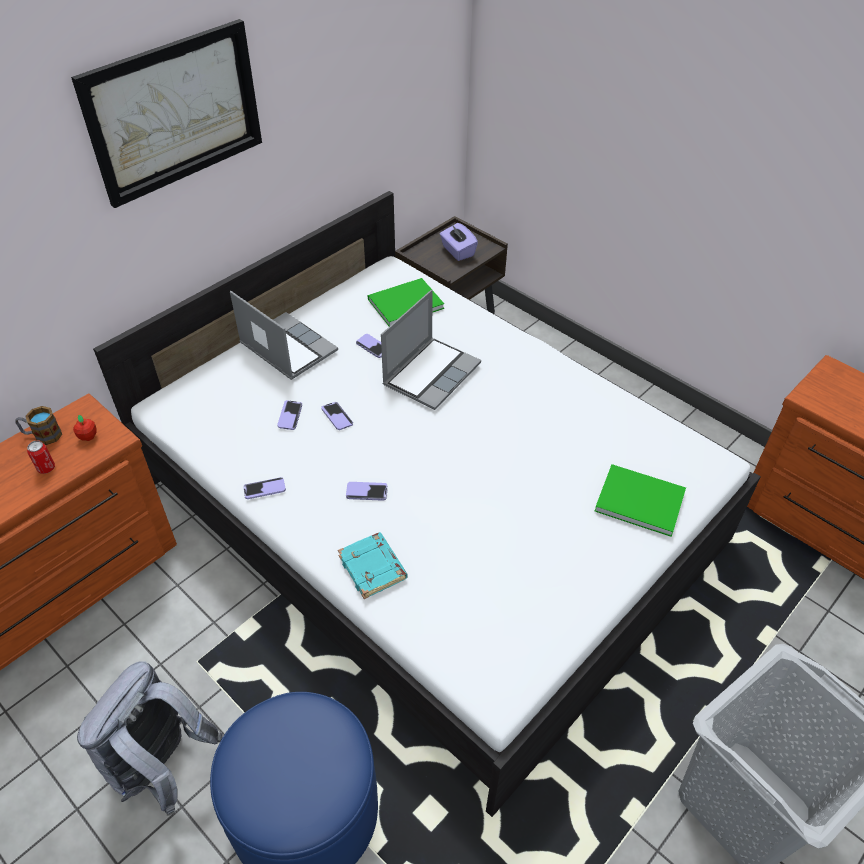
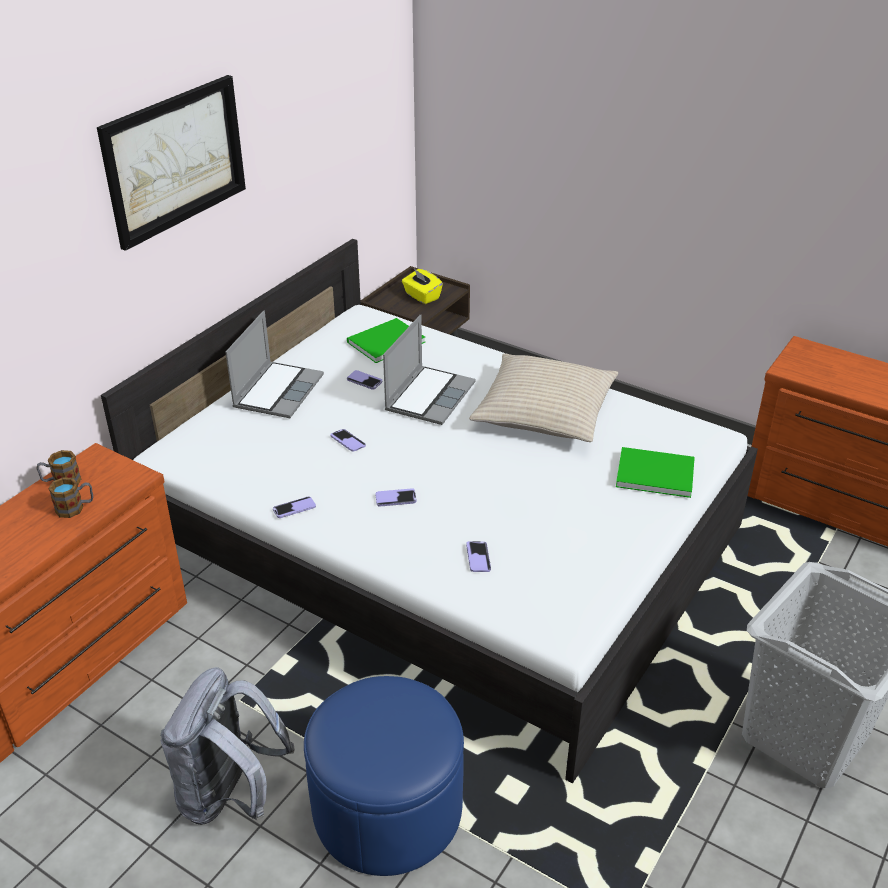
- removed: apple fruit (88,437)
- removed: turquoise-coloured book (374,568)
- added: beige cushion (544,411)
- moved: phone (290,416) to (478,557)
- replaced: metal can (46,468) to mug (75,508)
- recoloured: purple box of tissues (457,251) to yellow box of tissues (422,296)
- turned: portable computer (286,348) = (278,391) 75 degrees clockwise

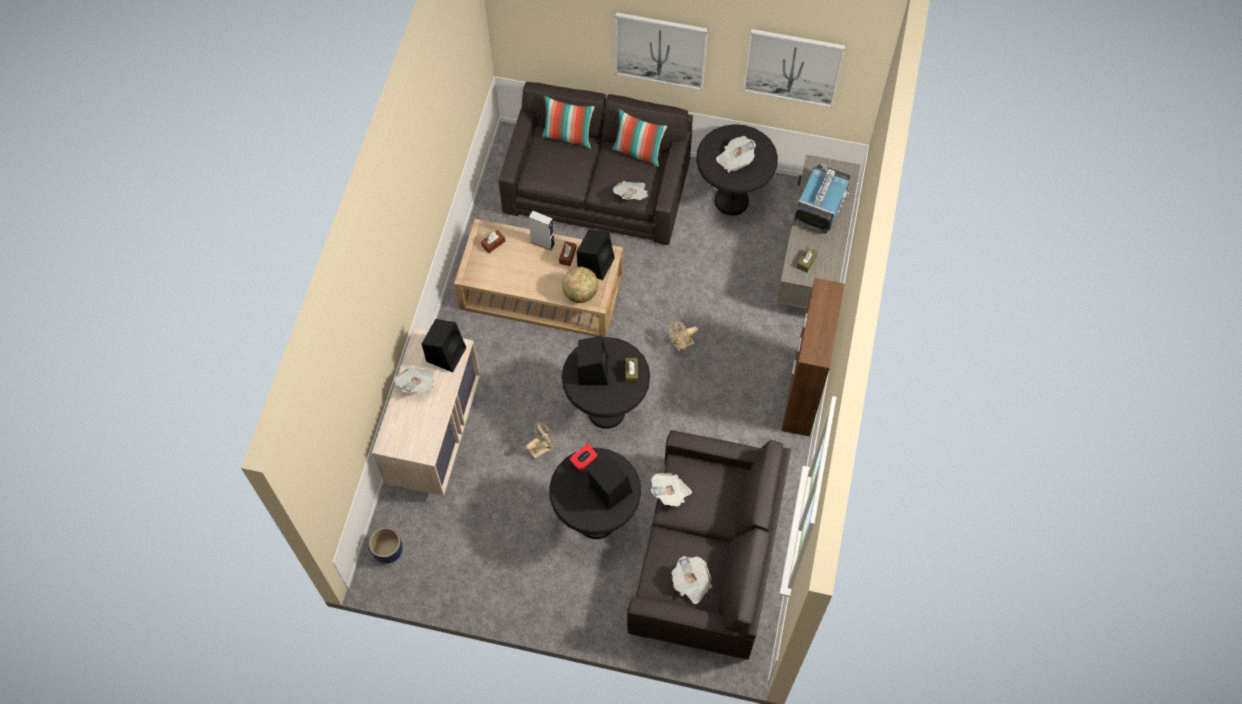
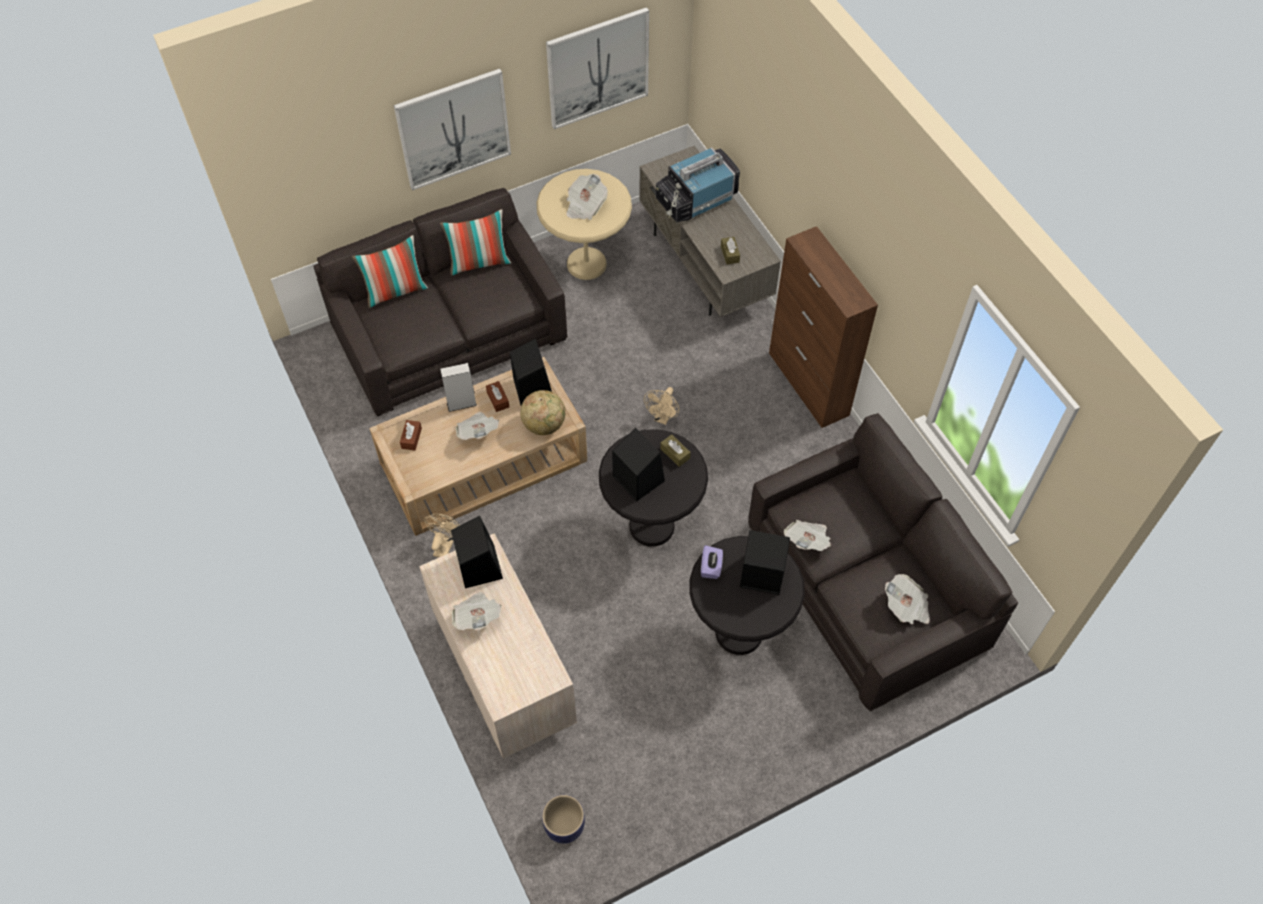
- moved: beige electric fan (542,448) to (444,544)
- moved: printed paper (631,195) to (478,432)
- recoloured: reddish box of tissues (584,461) to purple box of tissues (711,567)
- recoloured: blackish accent table (731,201) to beige accent table (586,264)
- turned: TV set (821,206) = (695,200) 105 degrees counterclockwise

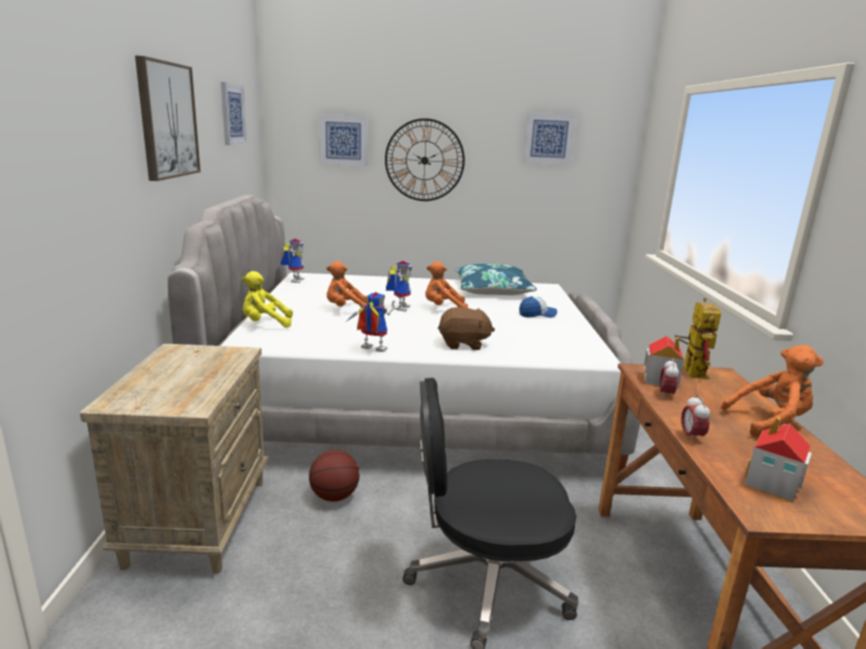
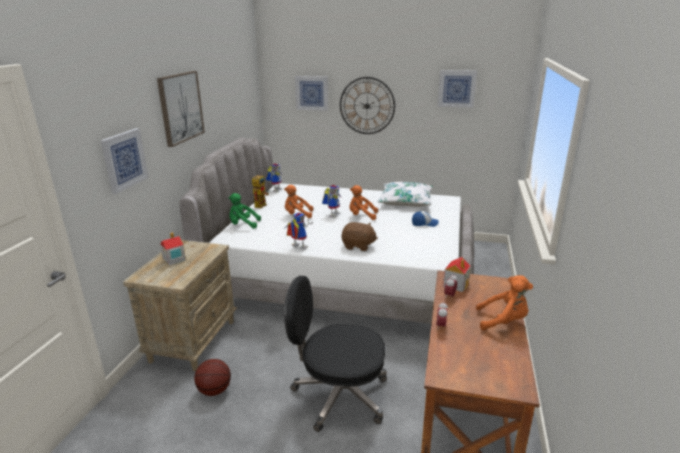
- moved: wall art (232,114) to (124,160)
- moved: ball for basketball (334,496) to (214,390)
- moved: toy robot (690,370) to (261,204)
- moved: toy house (772,483) to (174,259)
- recoloured: yellow soft toy (265,324) to green soft toy (243,225)
- recoloured: blue cushion (492,290) to whitish cushion (405,201)

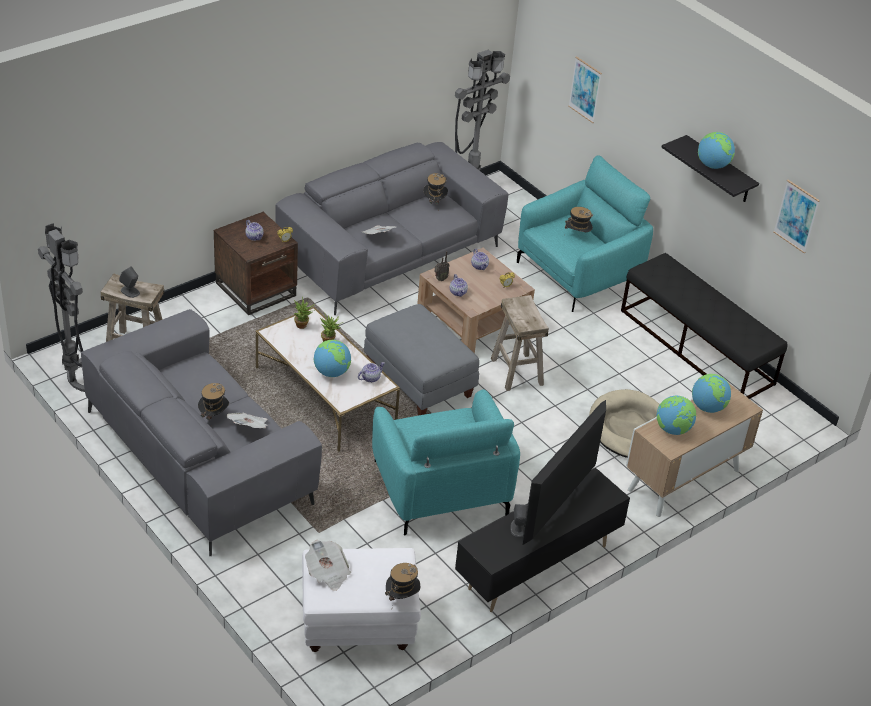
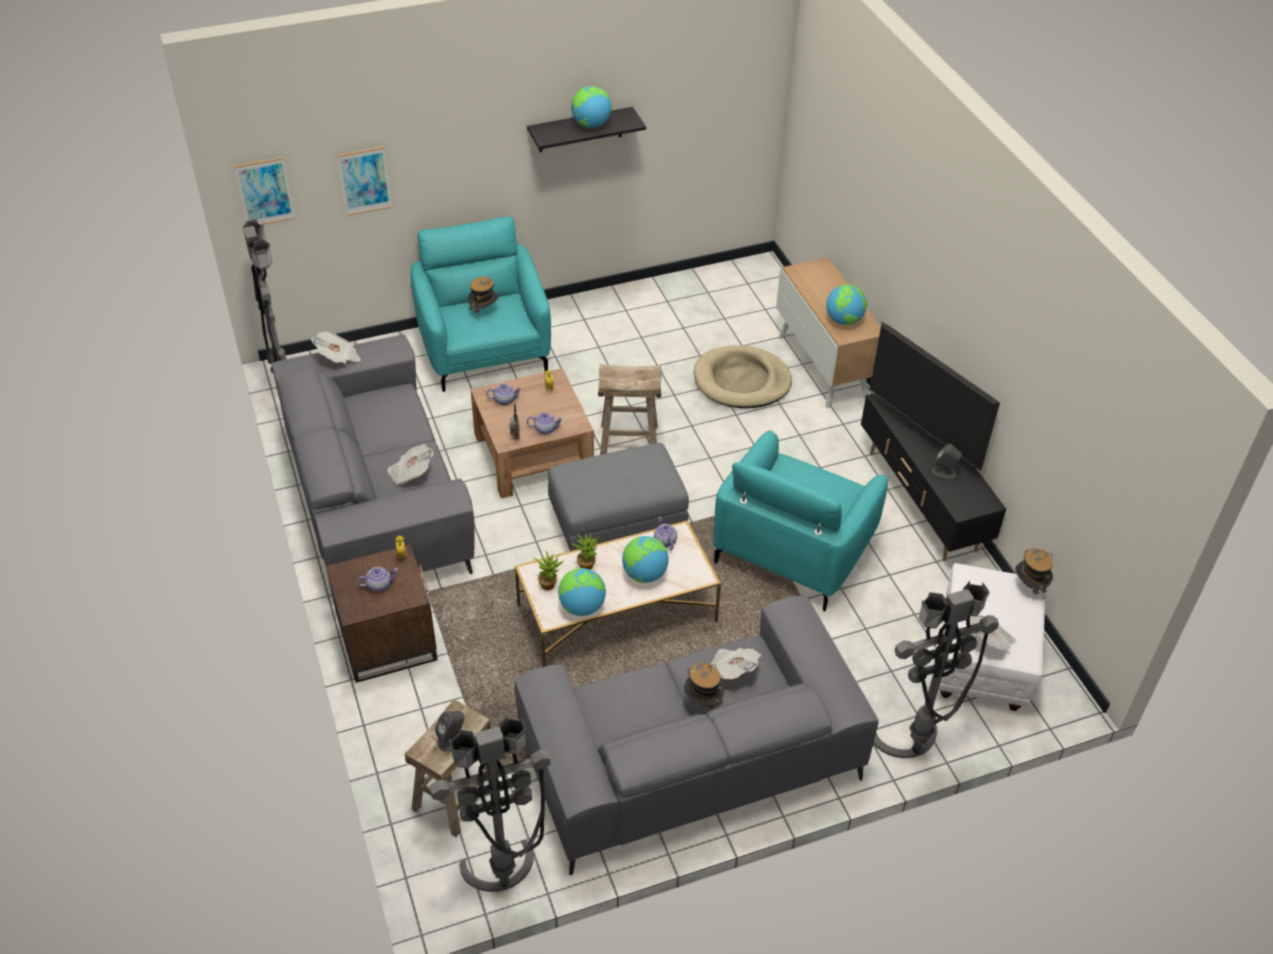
- removed: clothing hat (434,203)
- removed: blackish bench (697,347)
- added: printed paper (338,357)
- added: grey standard lamp (913,748)
- moved: desk globe (708,407) to (581,607)
- moved: wall art (796,216) to (265,192)
- turned: turquoise-coloured lounge chair (440,487) = (794,547) 120 degrees clockwise

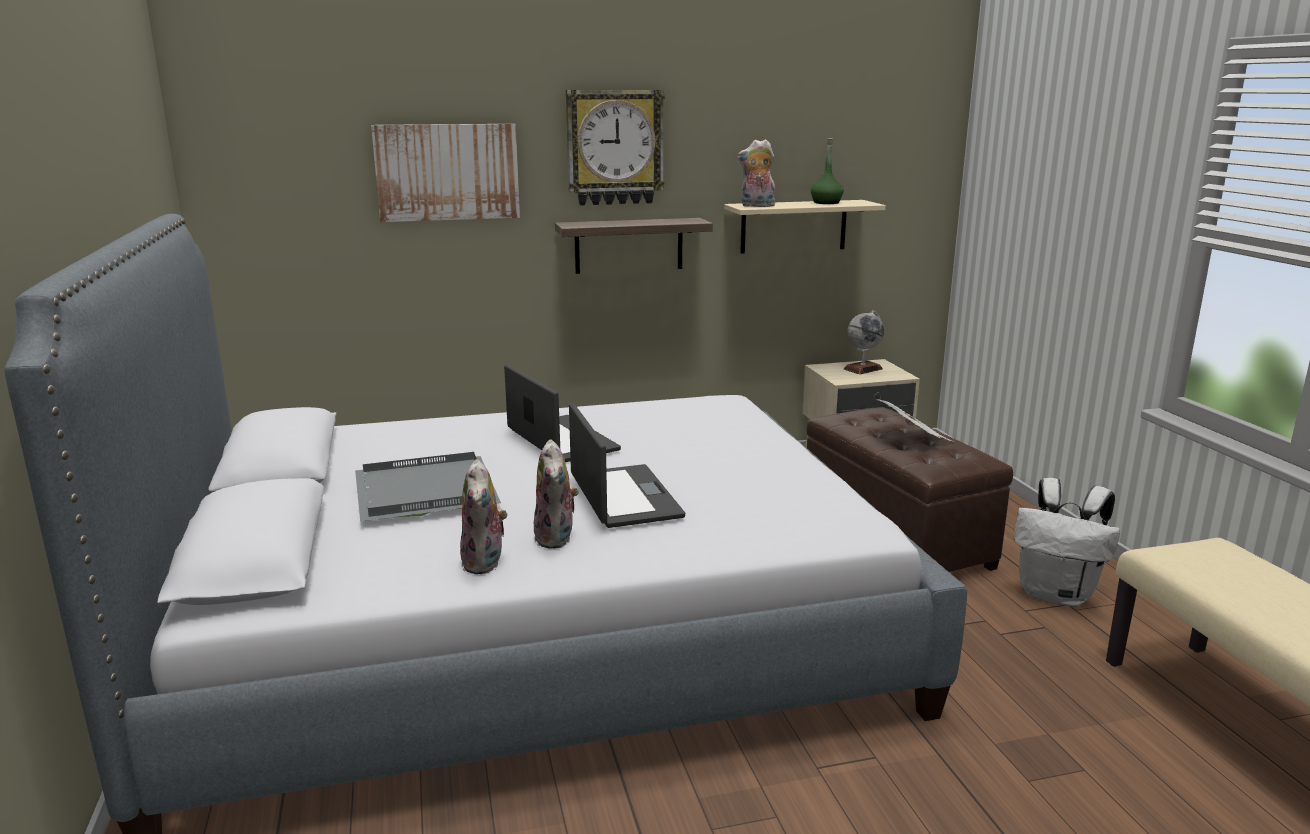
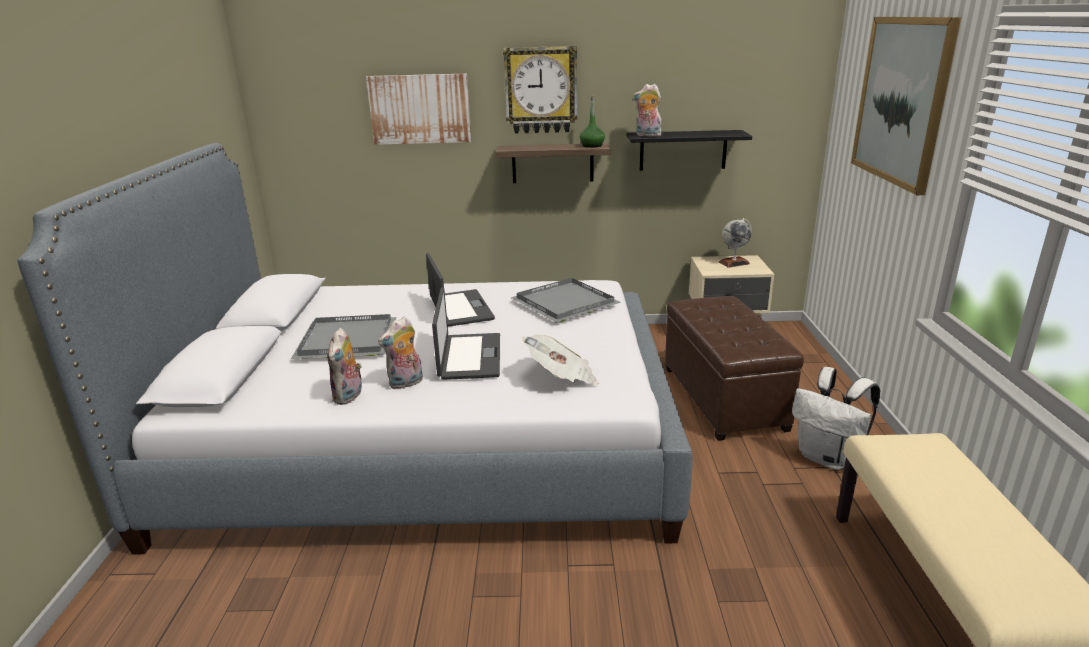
- added: grey tray (565,302)
- added: wall art (901,100)
- moved: green drink bottle (826,203) to (592,146)
- moved: printed paper (913,439) to (562,378)
- recoloured: beige bracket shelf (793,226) to blackish bracket shelf (683,150)
- turned: soft toy (557,538) = (406,383) 45 degrees clockwise

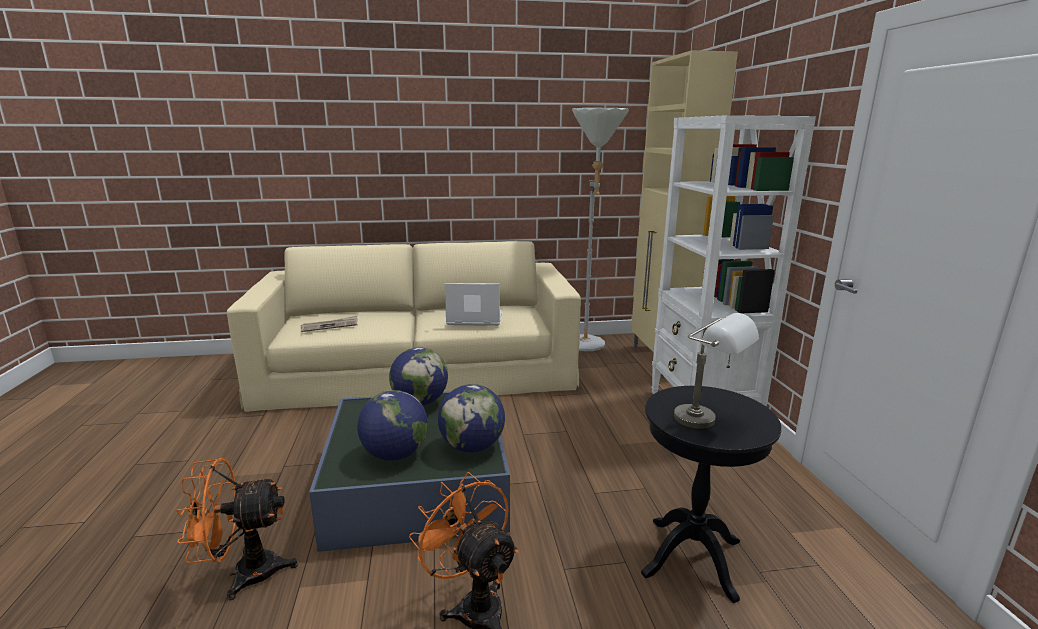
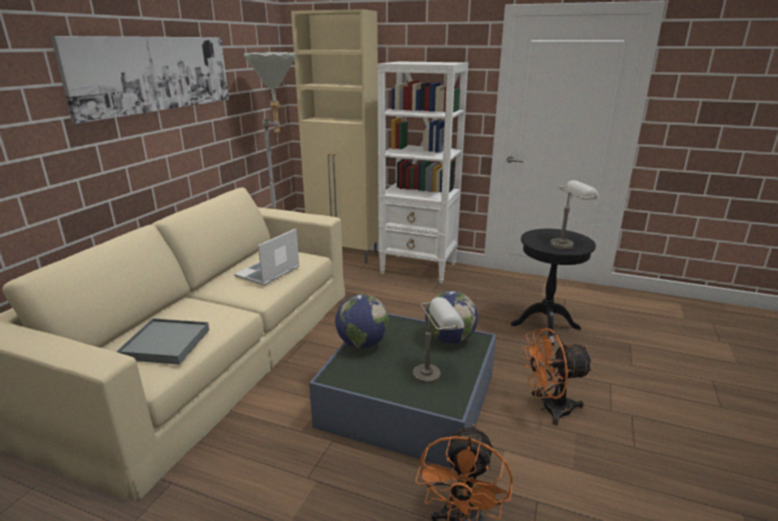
- added: wall art (155,74)
- replaced: printed paper (330,326) to grey tray (166,344)
- replaced: desk globe (395,454) to grey lamp for a table (435,373)

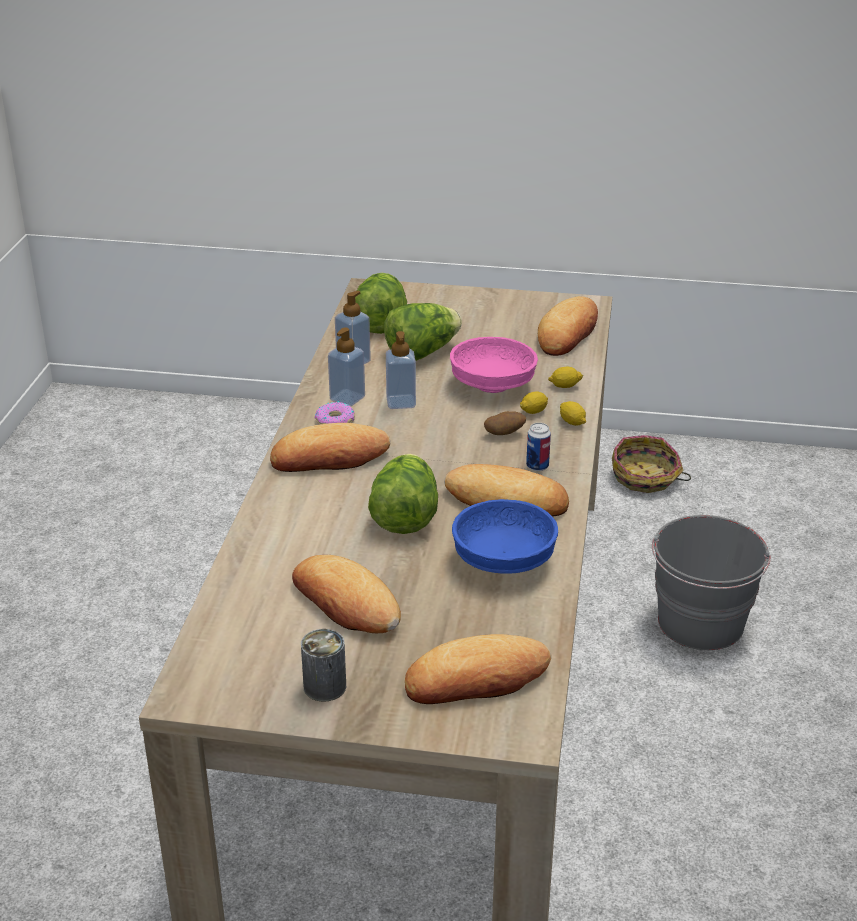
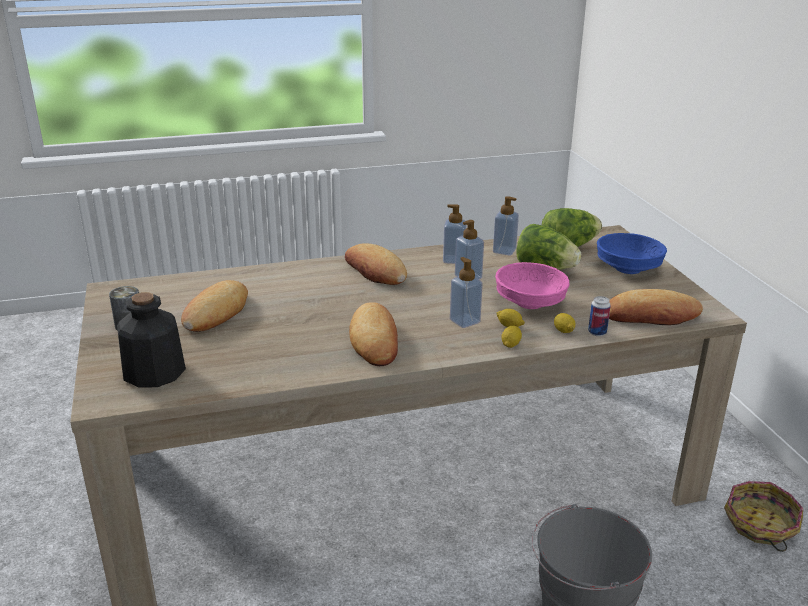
- removed: donut (335,421)
- removed: head of lettuce (404,516)
- moved: blue deep dish (505,560) to (628,269)
- moved: metal can (537,466) to (597,332)
- replaced: baked bread (476,679) to drink bottle (154,372)
- replaced: potato (504,434) to soap dispenser (464,321)

